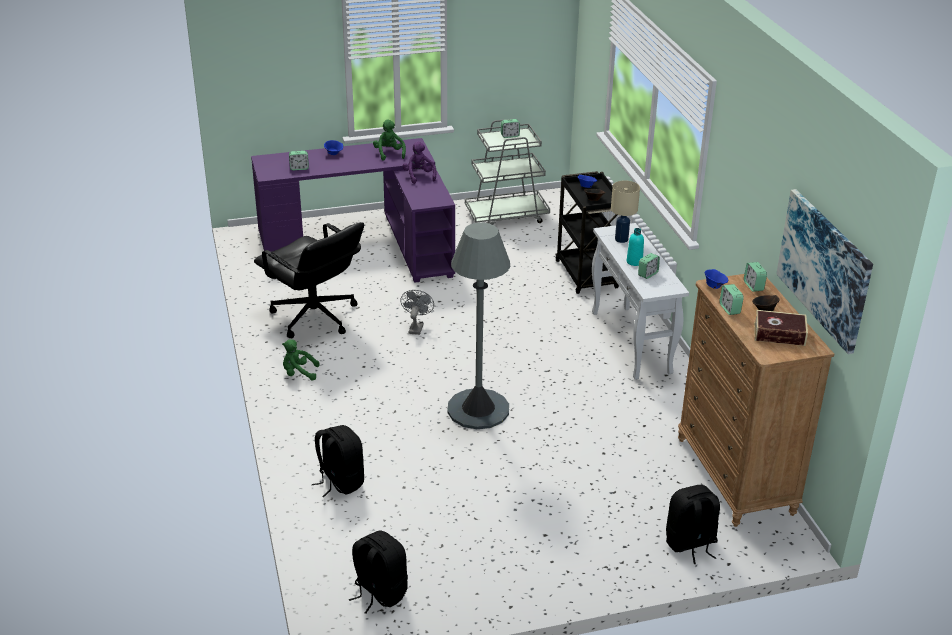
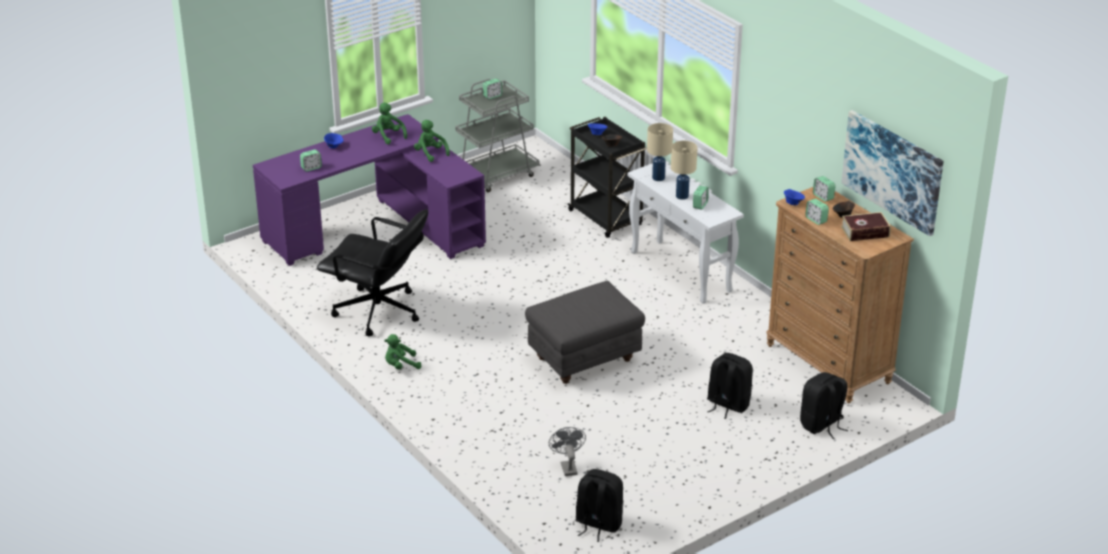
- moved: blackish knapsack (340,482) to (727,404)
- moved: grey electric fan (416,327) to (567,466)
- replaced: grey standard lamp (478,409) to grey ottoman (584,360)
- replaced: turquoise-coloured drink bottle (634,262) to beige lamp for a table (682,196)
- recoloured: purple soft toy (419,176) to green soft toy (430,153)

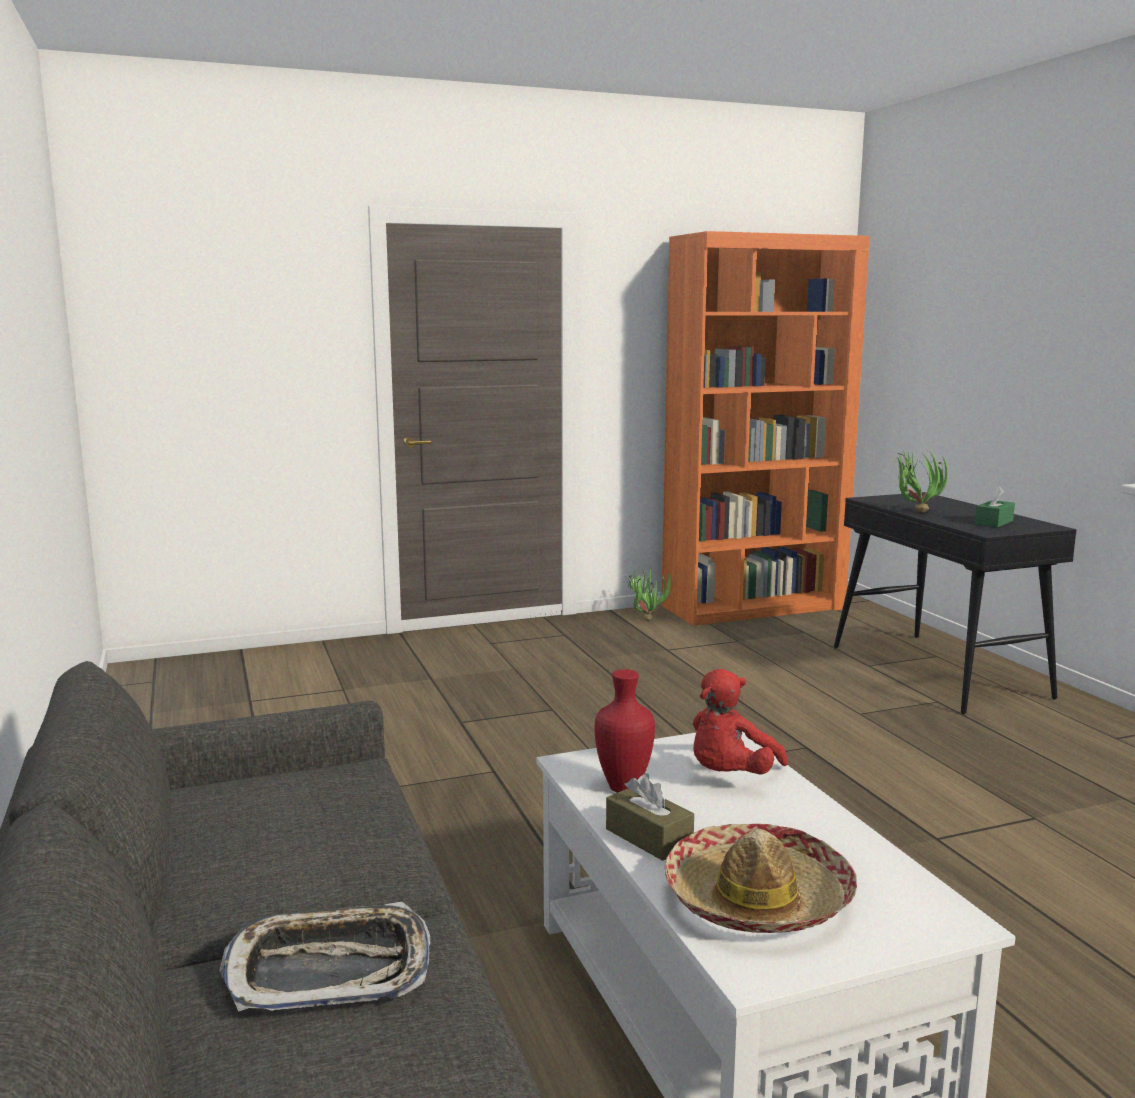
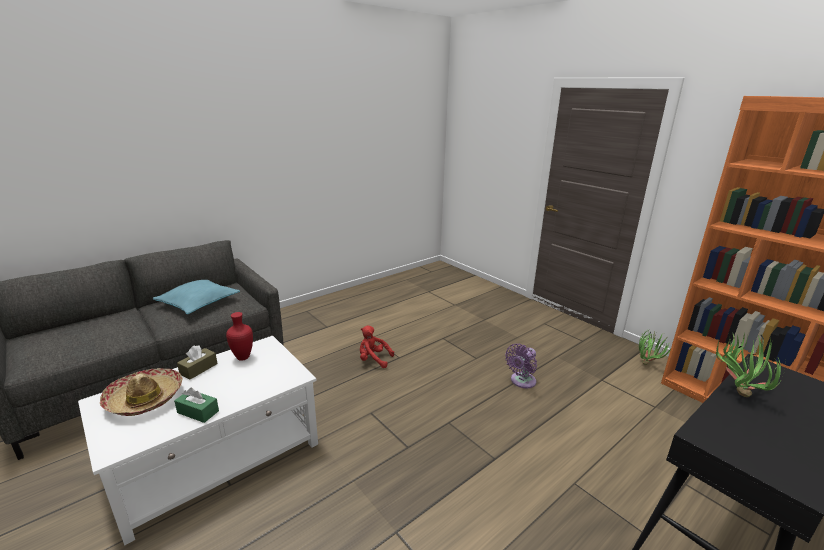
- removed: tray (329,969)
- added: turquoise-coloured cushion (198,303)
- added: purple electric fan (521,381)
- moved: reddish soft toy (730,776) to (373,359)
- moved: green box of tissues (994,522) to (198,412)

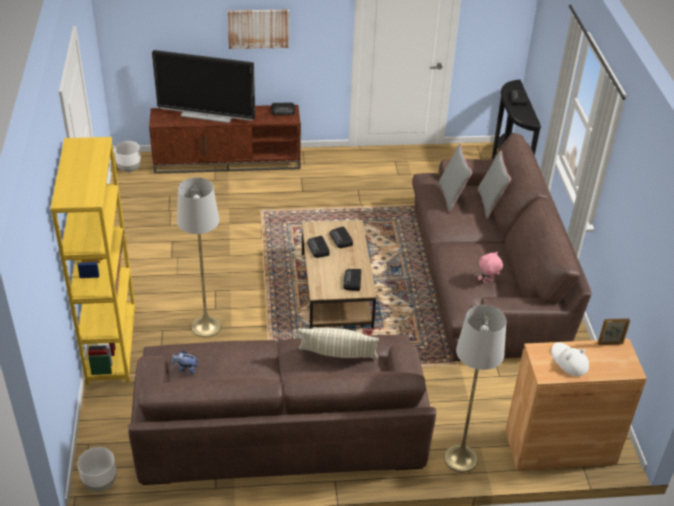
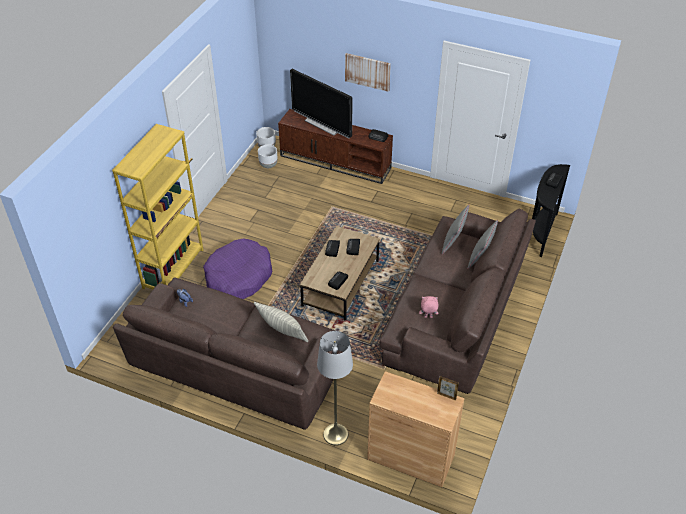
- removed: whitish clothing hat (569,361)
- moved: whitish flower pot (100,483) to (268,165)
- replaced: grey standard lamp (206,326) to purple pet bed (238,277)

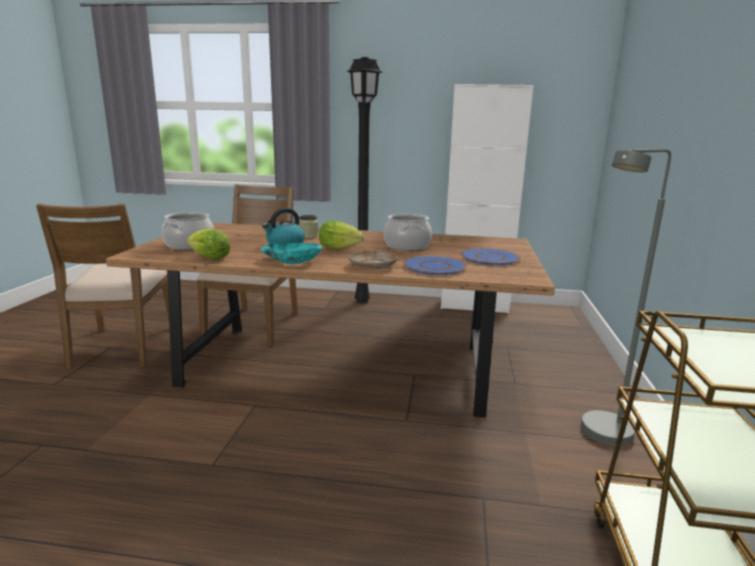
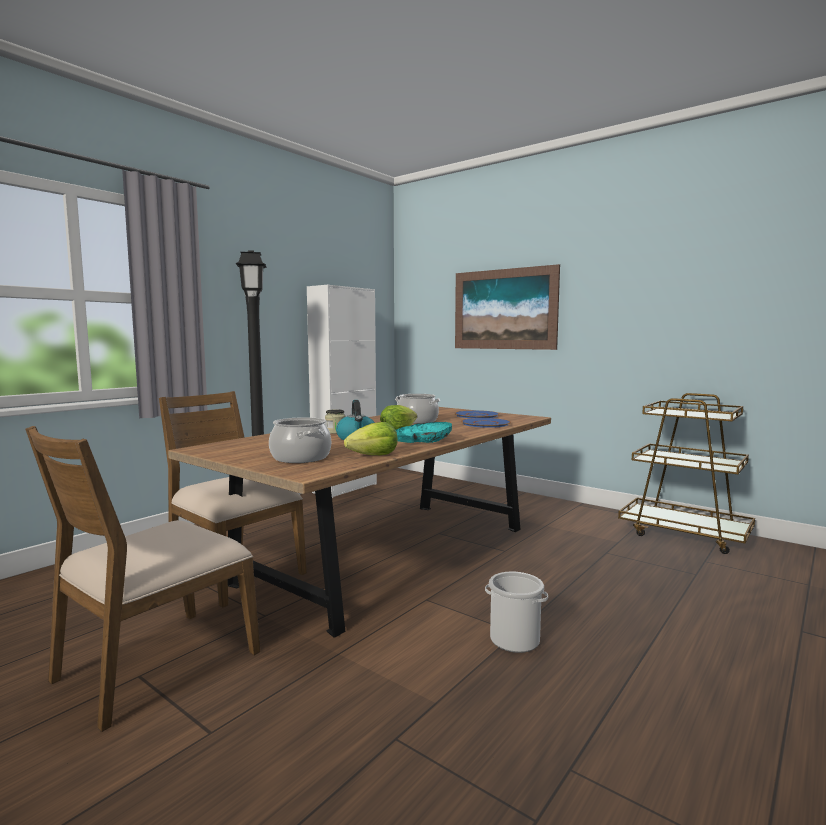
- removed: beige flat dish (372,266)
- removed: grey standard lamp (600,437)
- added: wall art (504,309)
- added: pail (514,640)
- turned: brown-coloured upright chair (123,346) = (155,665) 105 degrees clockwise

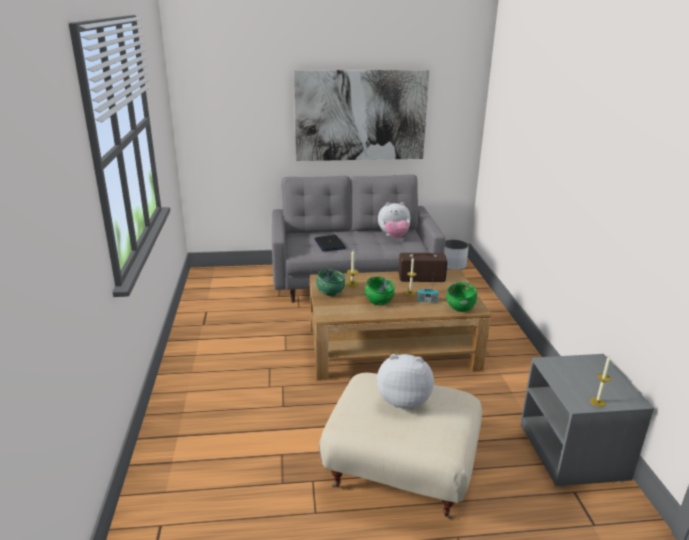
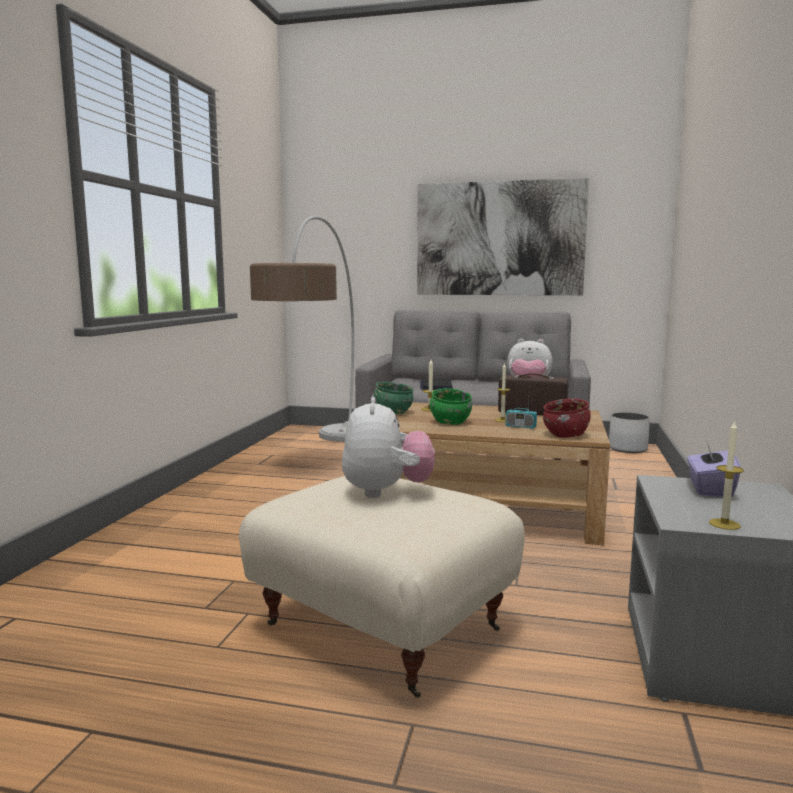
- added: standard lamp (320,454)
- added: purple box of tissues (709,489)
- recoloured: green deep dish (460,307) to reddish deep dish (565,434)
- turned: soft toy (404,400) = (386,492) 60 degrees clockwise

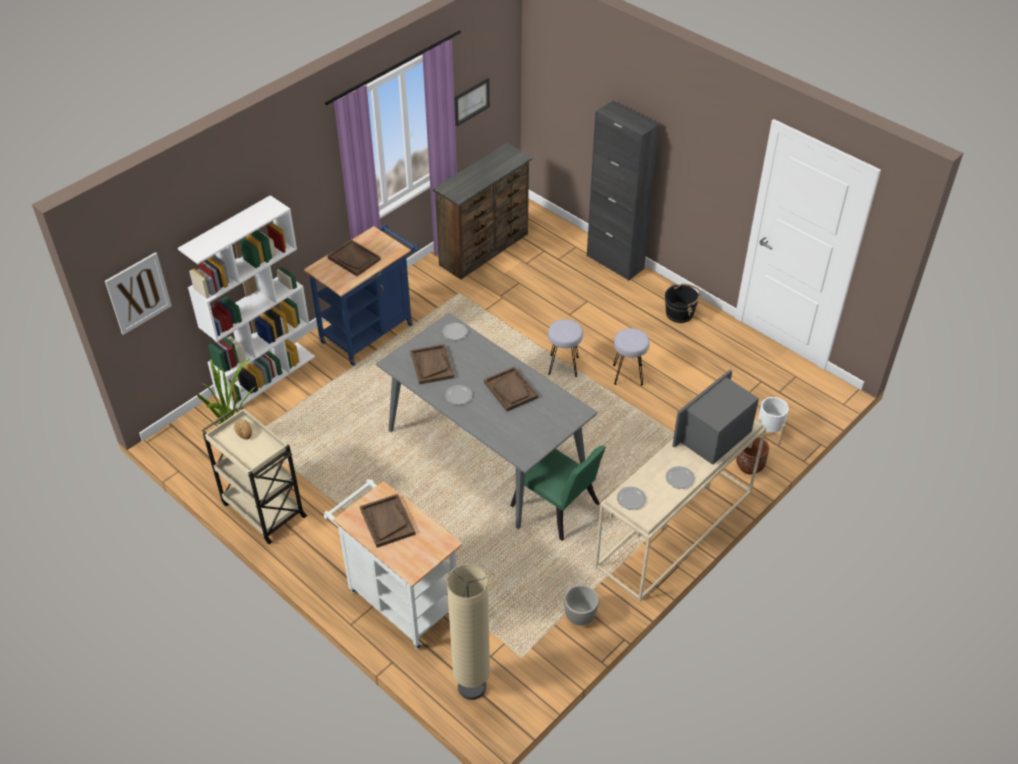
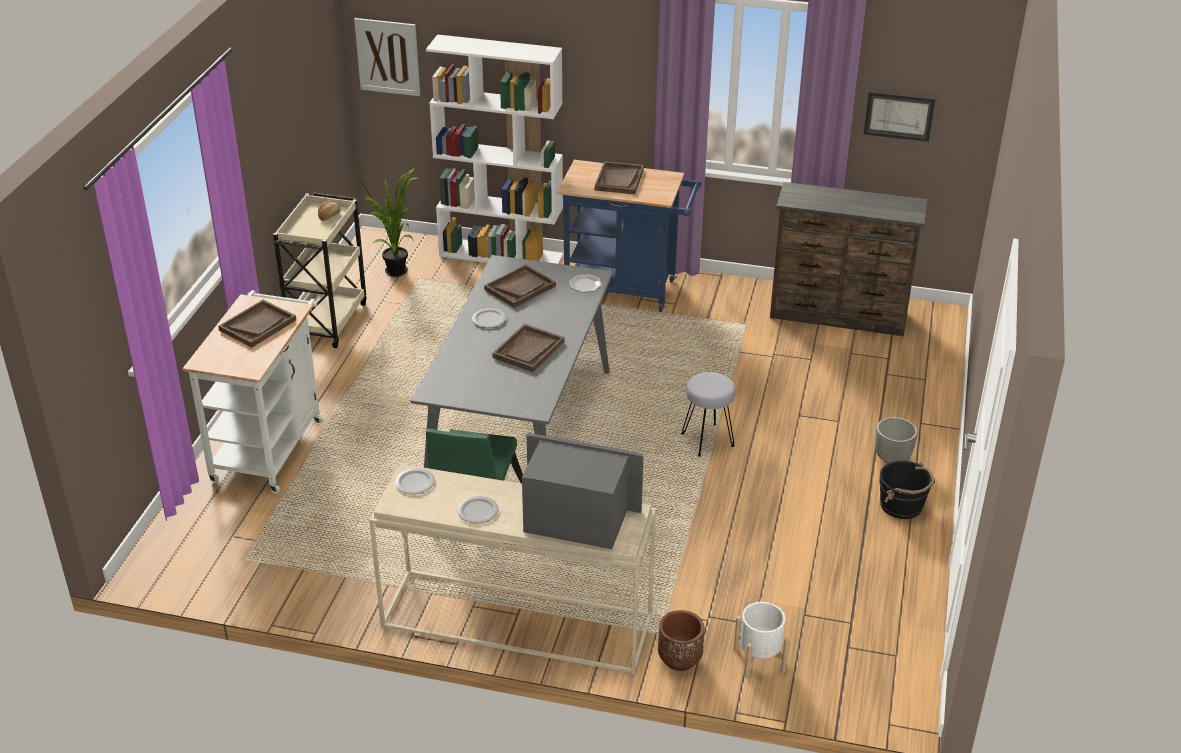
- removed: beige standard lamp (472,687)
- removed: blackish cabinet (615,262)
- removed: grey stool seat (628,375)
- moved: flower pot (580,617) to (892,459)

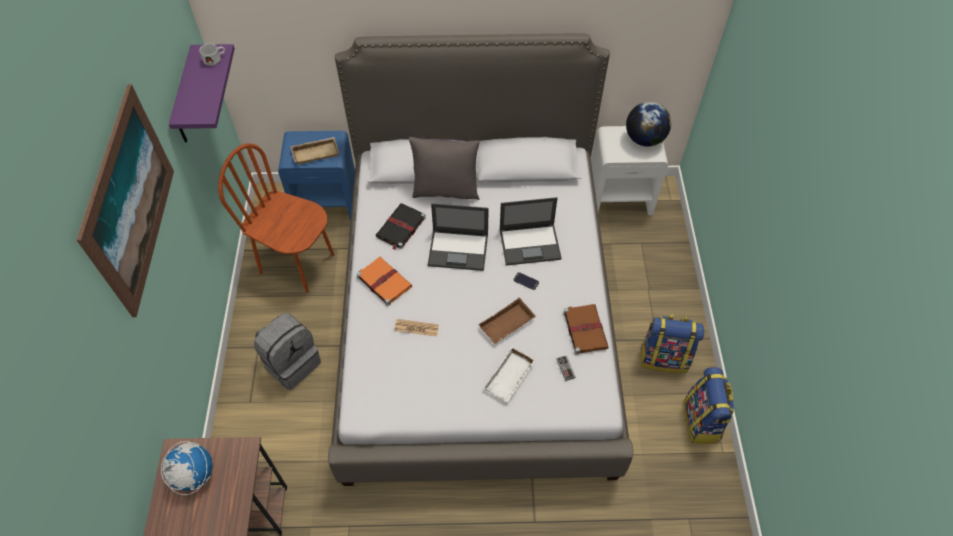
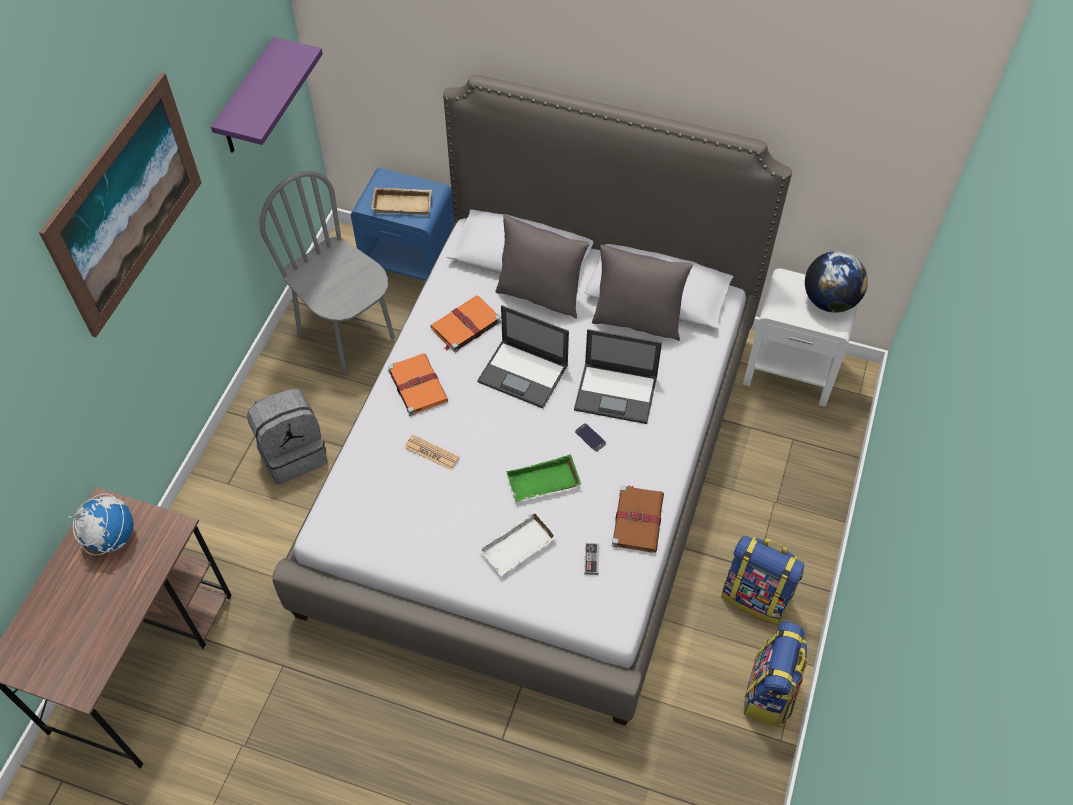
- removed: whitish mug (215,59)
- added: grey cushion (637,321)
- recoloured: brown-coloured upright chair (297,263) to grey upright chair (347,335)
- recoloured: blackish book (400,228) to orange book (465,325)
- recoloured: brown-coloured tray (507,325) to green tray (543,484)

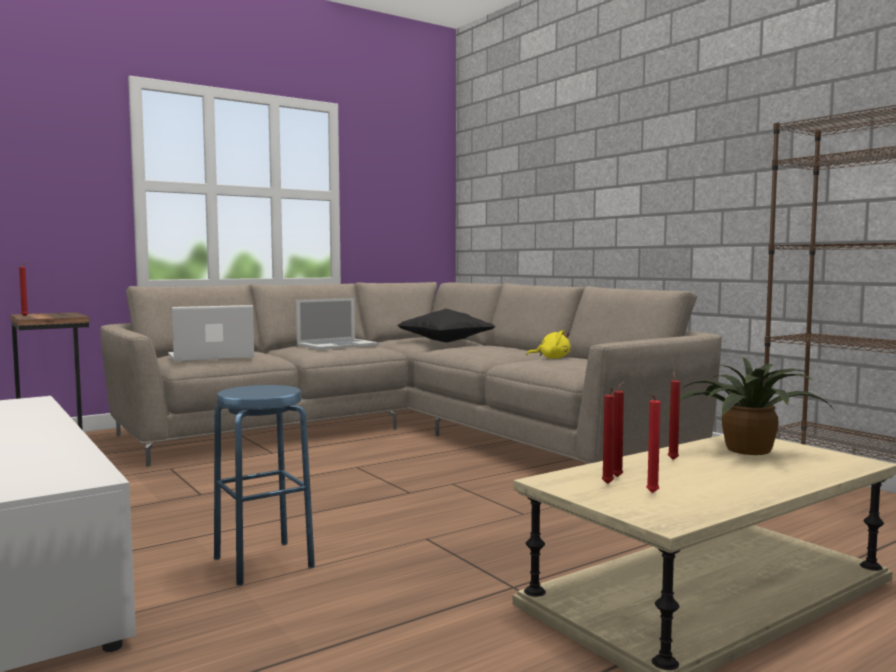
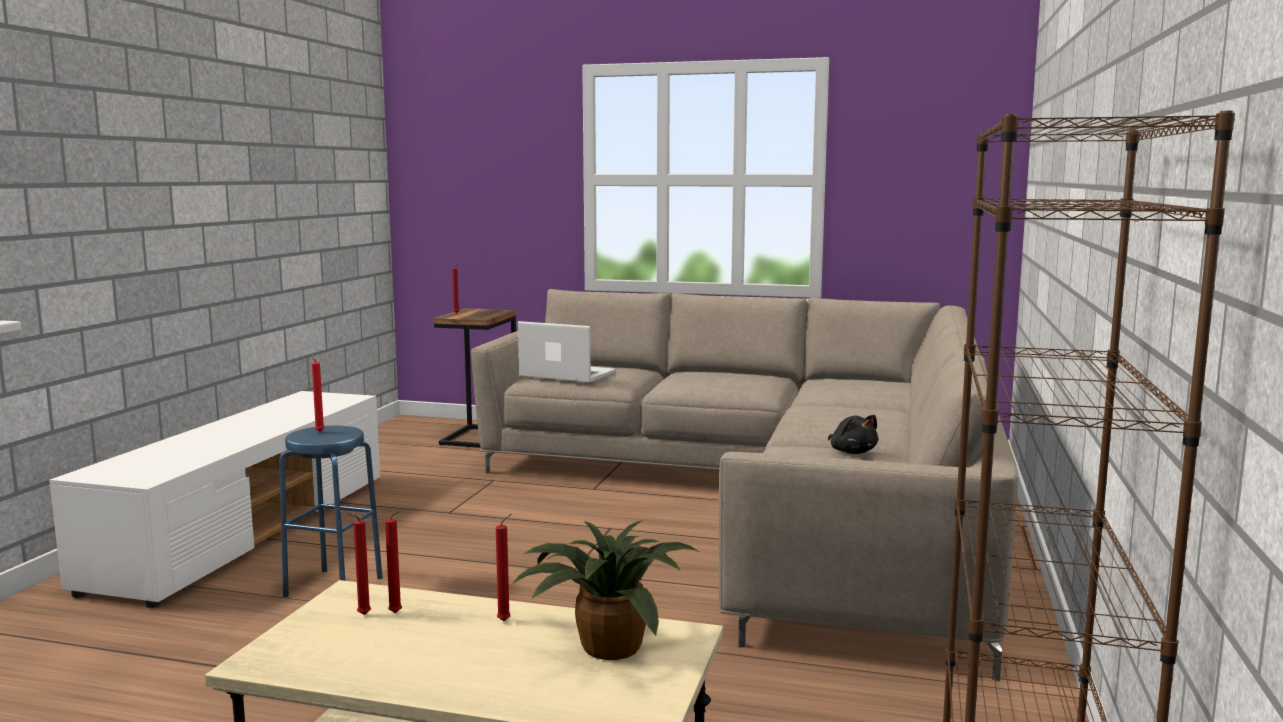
- removed: portable computer (337,345)
- removed: blackish cushion (446,342)
- moved: reddish candle (650,493) to (319,431)
- recoloured: yellow soft toy (552,358) to blackish soft toy (852,452)

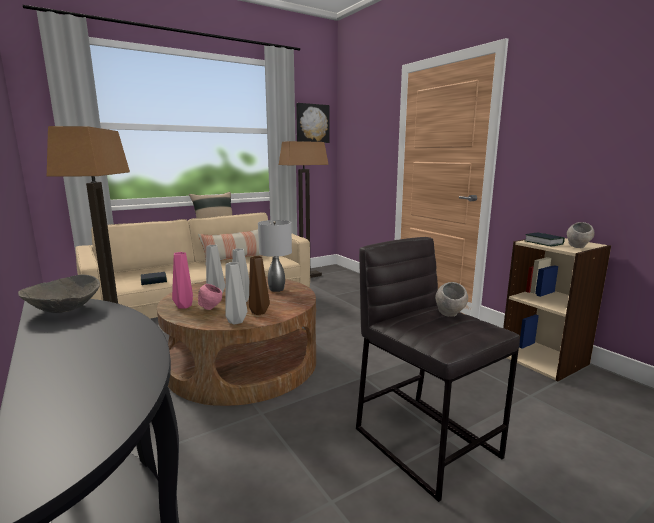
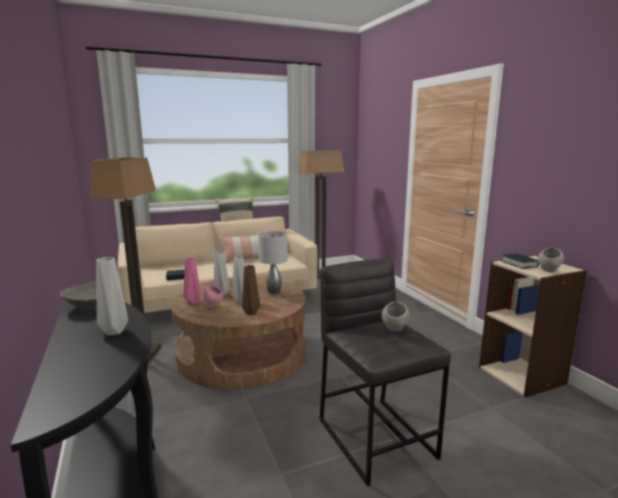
- removed: wall art (312,123)
- moved: grey decorative vase (236,321) to (115,331)

